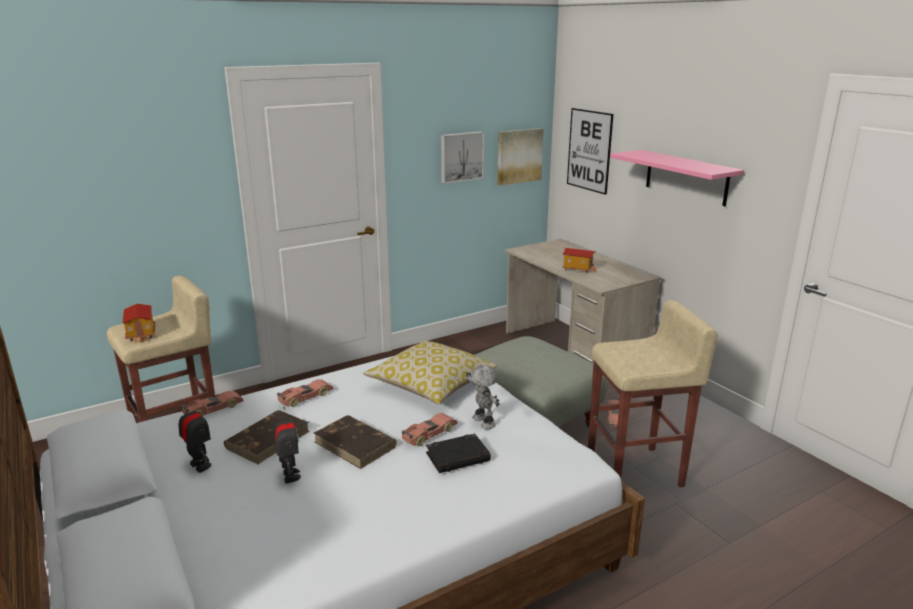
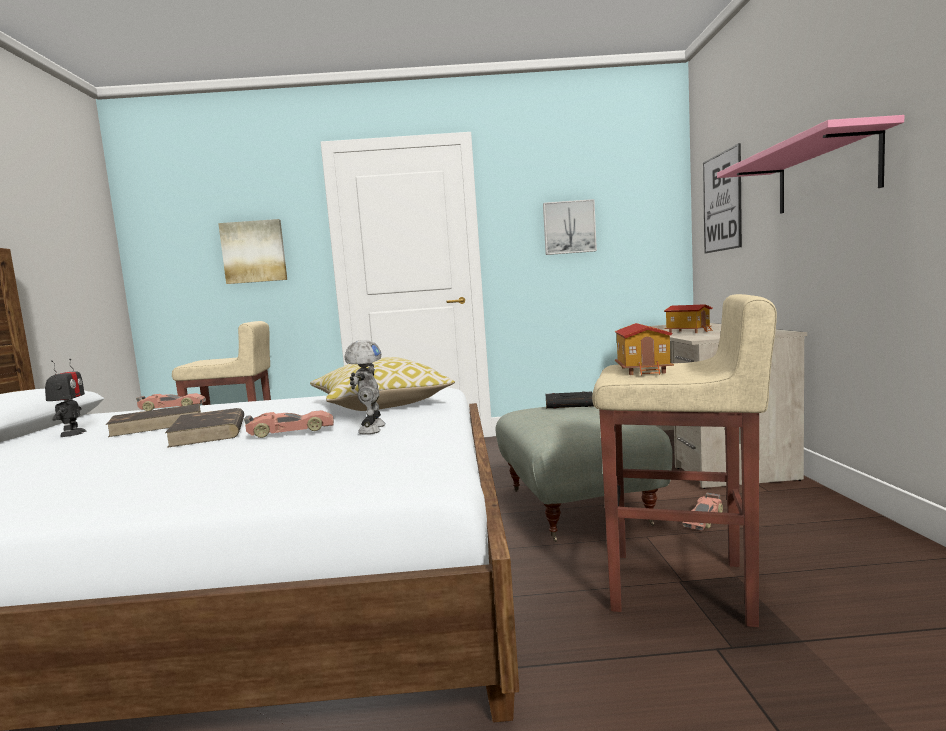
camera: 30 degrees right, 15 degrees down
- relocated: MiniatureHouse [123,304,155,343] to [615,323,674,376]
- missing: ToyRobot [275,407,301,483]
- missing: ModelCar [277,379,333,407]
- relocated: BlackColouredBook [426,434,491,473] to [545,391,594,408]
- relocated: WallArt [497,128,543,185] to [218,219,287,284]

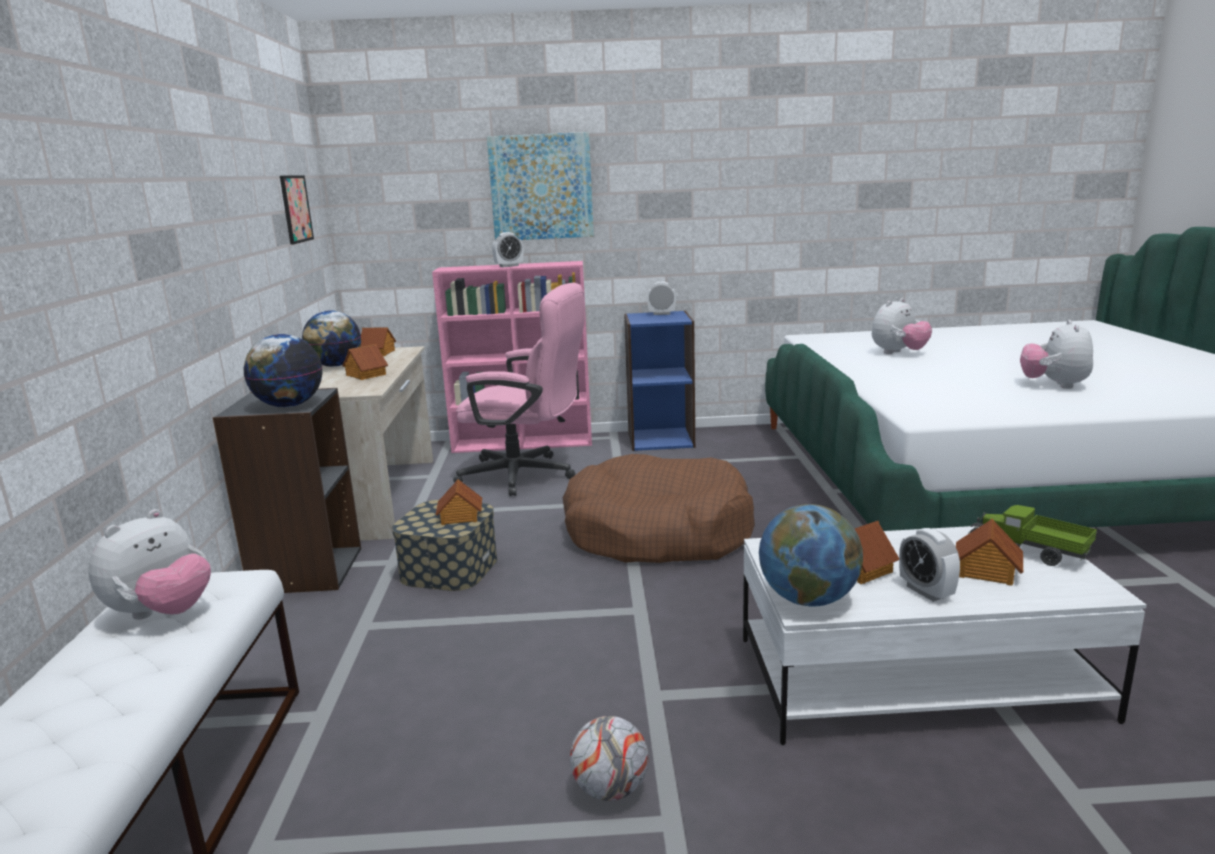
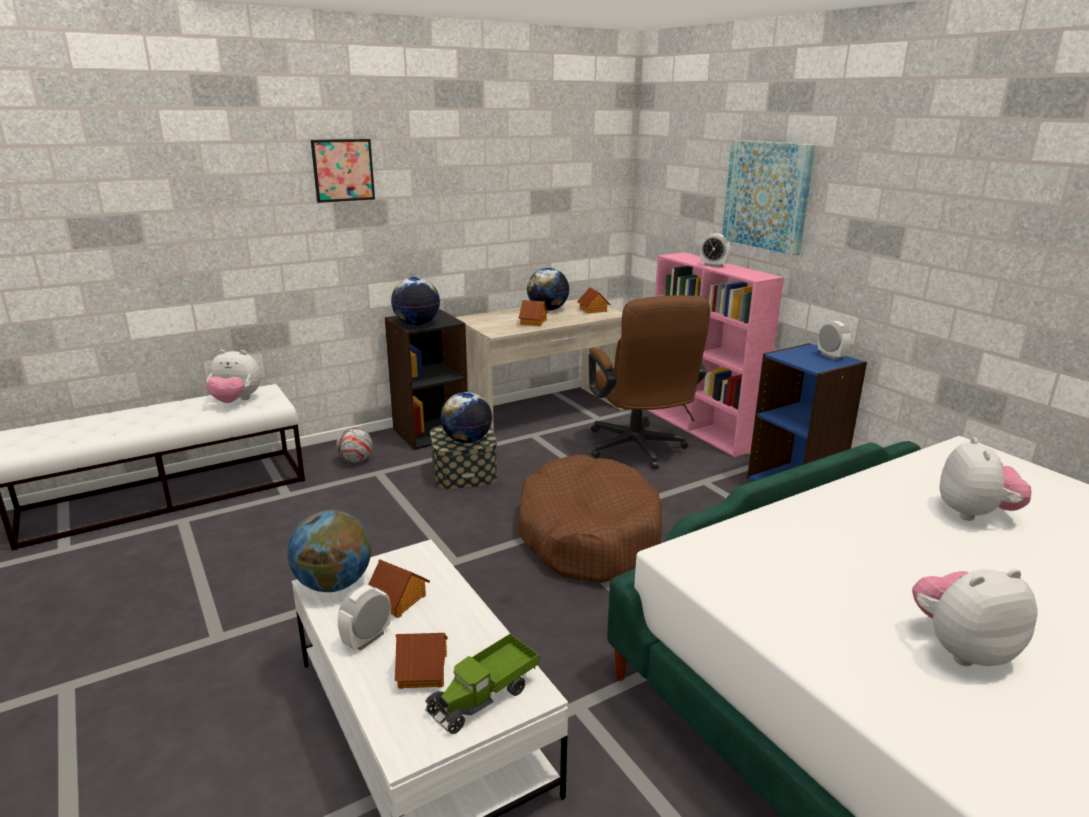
camera: 60 degrees right, 5 degrees up
- relocated: WallArt [280,175,314,245] to [311,139,375,203]
- exchanged: MiniatureHouse [436,479,482,525] to WorldGlobe [440,392,492,443]
- colour: PinkComputerChair [453,283,585,496] to BrownColouredComputerChair [589,295,710,469]
- relocated: Football [570,716,648,801] to [336,428,373,463]
- spun: CuddlyToy [872,298,932,354] = [940,437,1031,521] 105 degrees counterclockwise
- spun: ModelTruck [968,505,1097,566] = [425,634,539,734] 150 degrees counterclockwise

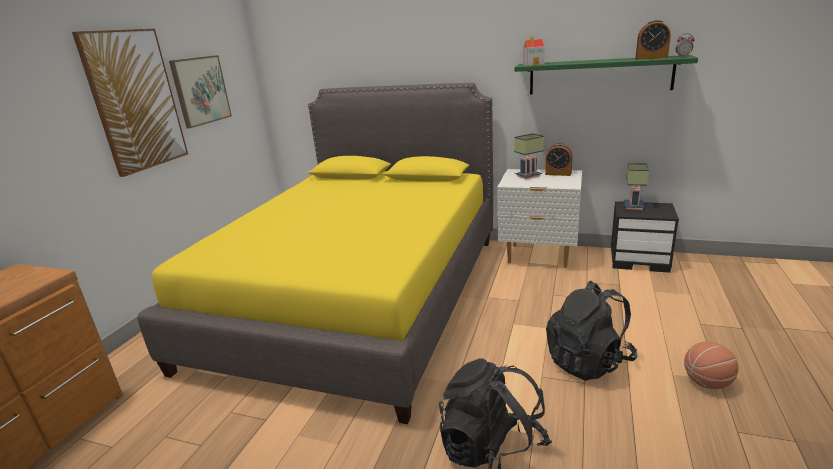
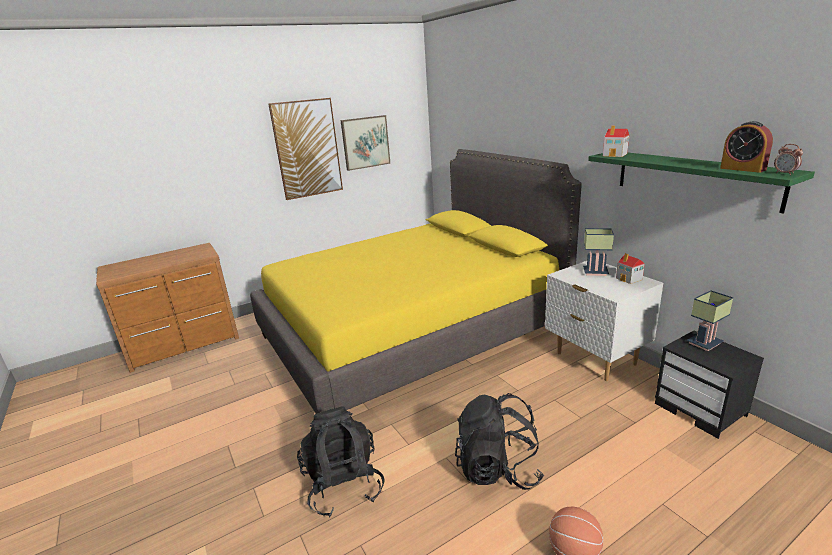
camera: 40 degrees right, 0 degrees up
- exchanged: BedsideClock [545,143,572,176] to MiniatureHouse [616,253,645,284]

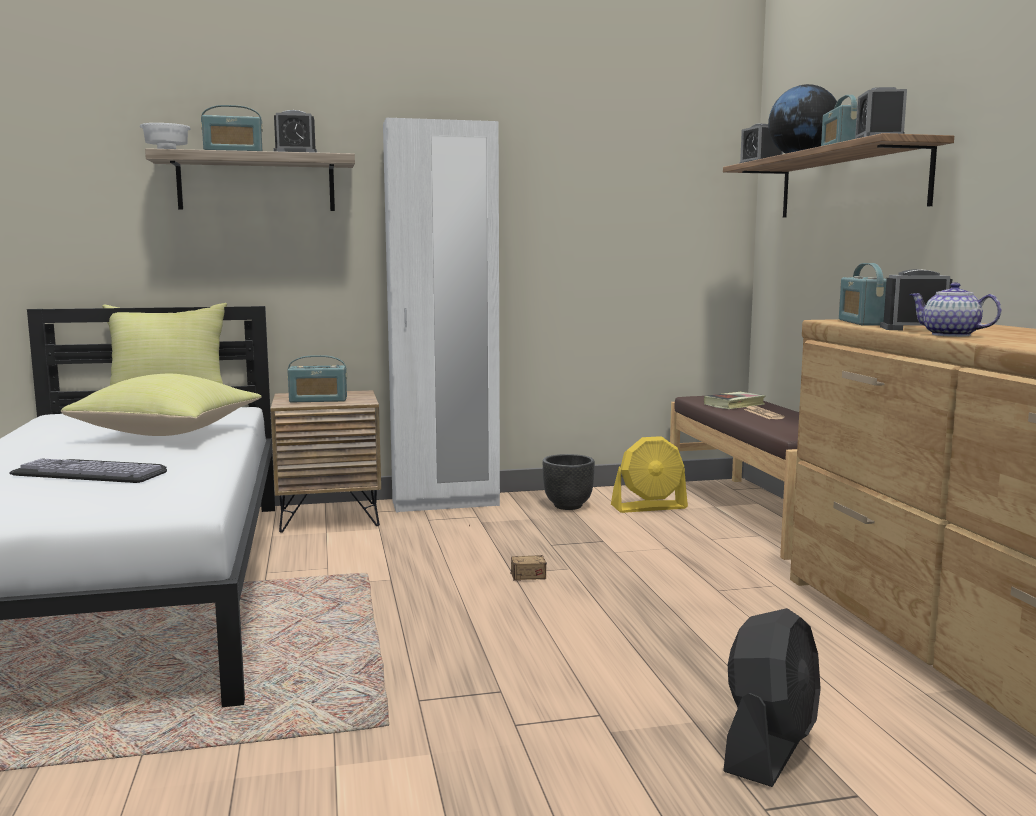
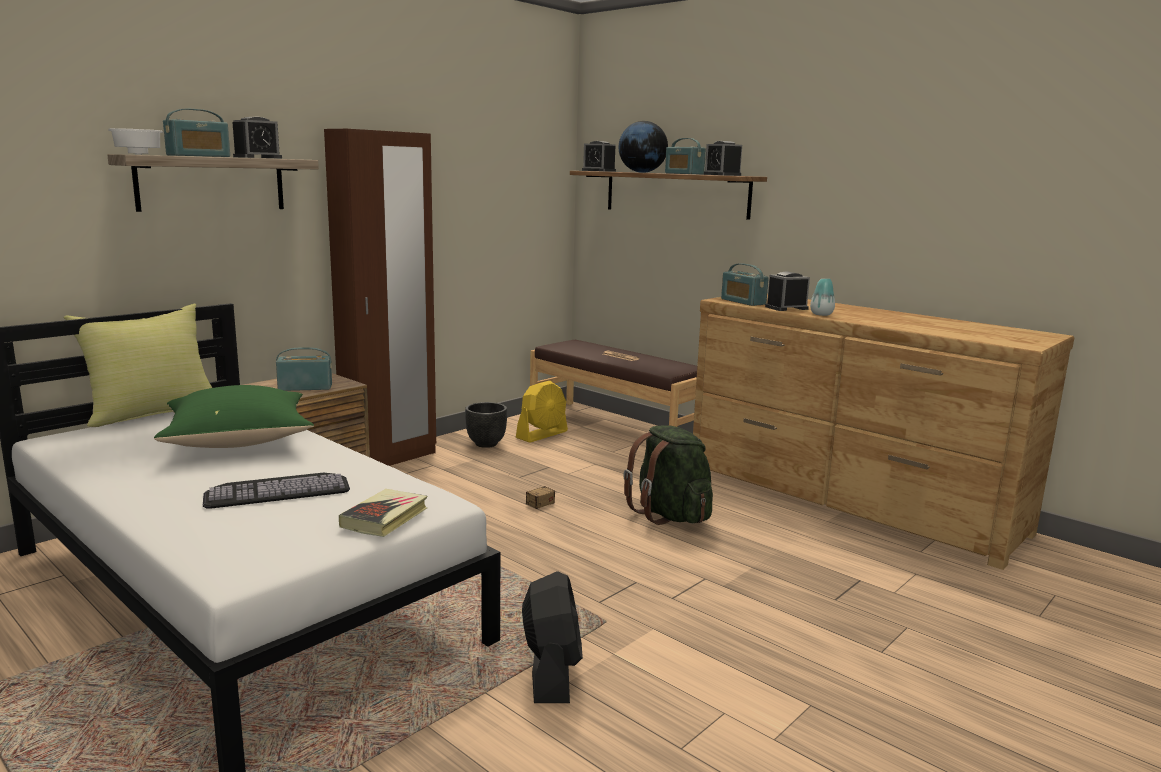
camera: 35 degrees left, 5 degrees up
- colour: YellowColouredPillow [61,374,262,436] to GreenishPillow [154,385,314,448]
- spun: Radio [287,355,347,402] = [276,347,332,391] 150 degrees counterclockwise
- colour: WhitishArmoire [383,118,500,512] to BrownColouredArmoire [324,129,436,466]
- relocated: Book [704,392,766,409] to [339,489,427,537]
- relocated: BlackColouredFan [723,608,821,787] to [522,571,583,703]
- exchanged: TeaPot [909,282,1002,337] to DecorativeVase [810,279,835,316]
- appeared: GreenishRucksack [623,425,713,525]

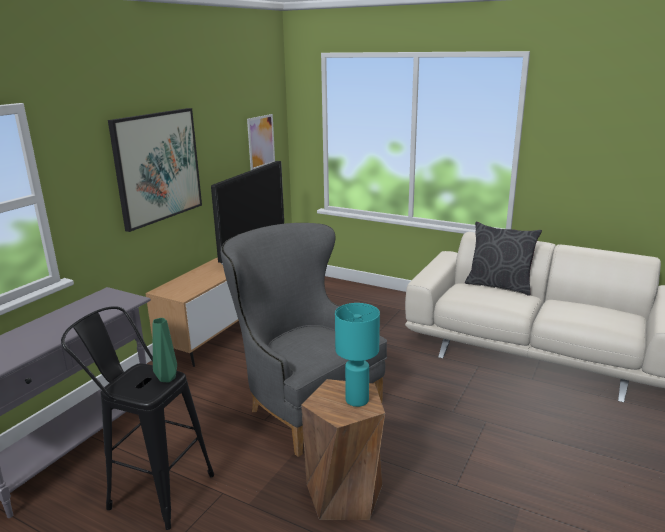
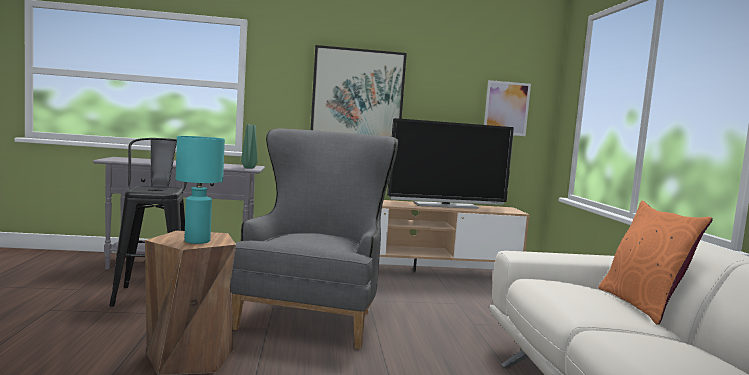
camera: 55 degrees right, 15 degrees down
- relocated: GreenishDecorativeVase [153,318,177,382] to [241,124,258,169]
- colour: GreyPillow [465,222,542,296] to OrangeColouredPillow [598,201,713,325]

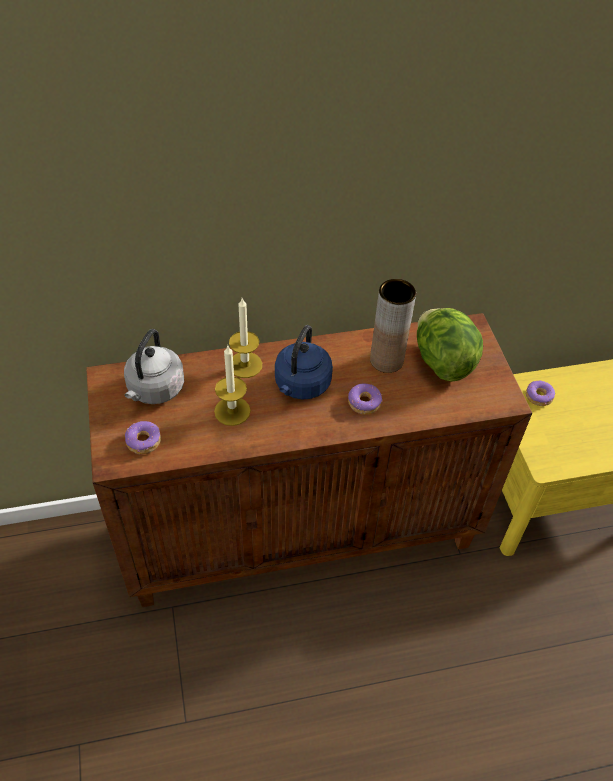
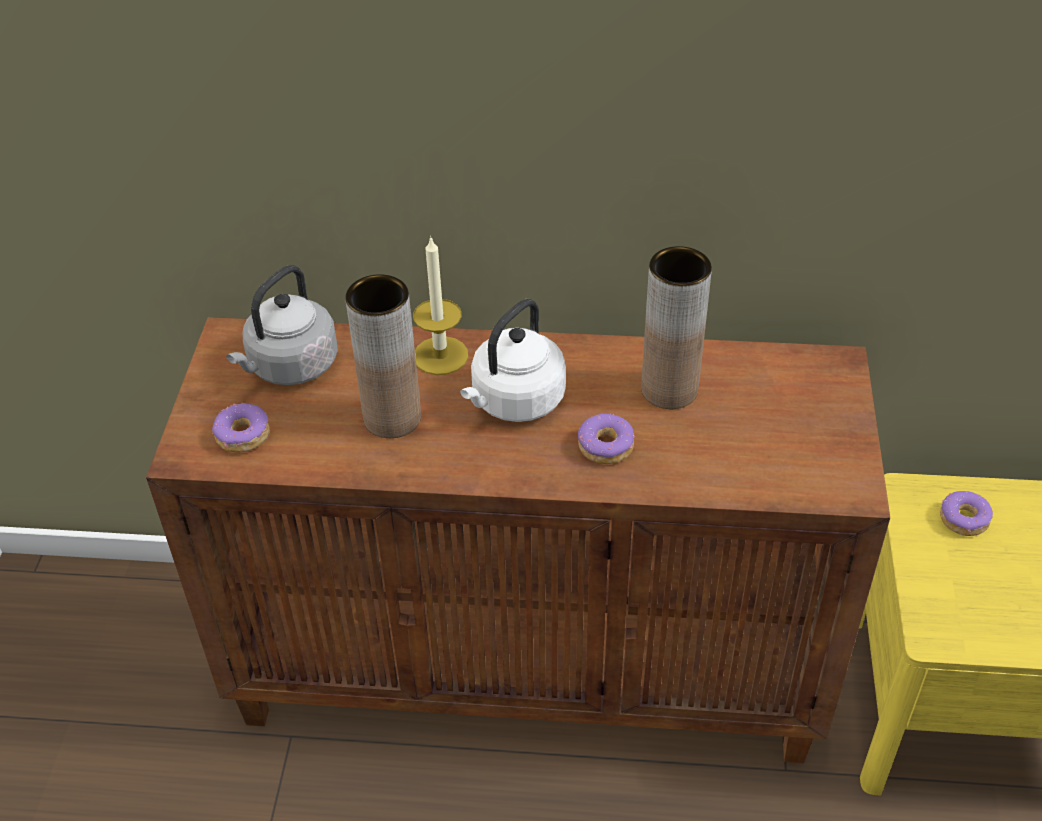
camera: 20 degrees right, 5 degrees down
- exchanged: WaxLight [214,346,251,426] to BrownColouredDecorativeVase [345,274,421,438]
- colour: BluishTeaKettle [275,325,333,399] to WhitishTeaKettle [460,299,566,422]
- missing: HeadOfLettuce [417,308,483,382]

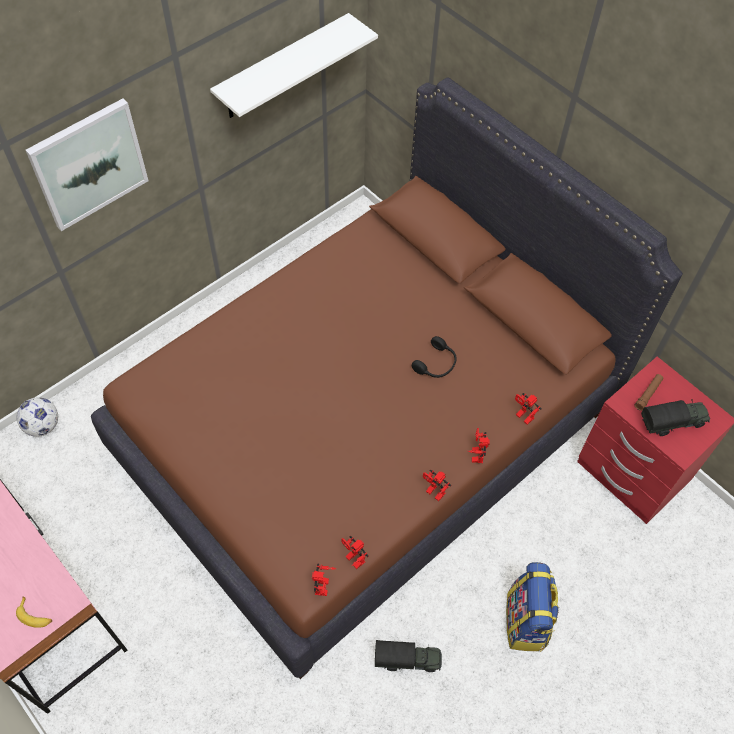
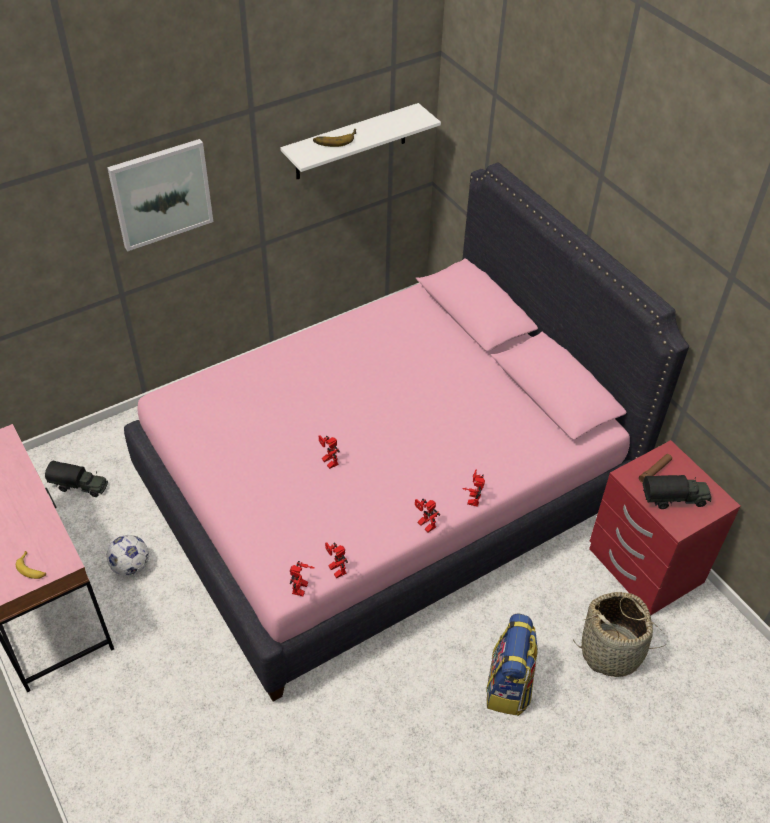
camera: 10 degrees right, 10 degrees down
- relocated: Football [17,397,58,437] to [107,535,149,576]
- colour: BrownColouredBedroomBed [91,78,683,679] to PinkBedroomBed [124,163,689,702]
- relocated: ModelTruck [375,640,442,672] to [45,461,108,497]
- missing: BlackColouredHeadphones [412,336,457,378]
- relocated: ToyRobot [515,393,542,425] to [319,435,340,469]
- appeared: Banana [313,129,356,147]
- appeared: Basket [573,592,668,677]

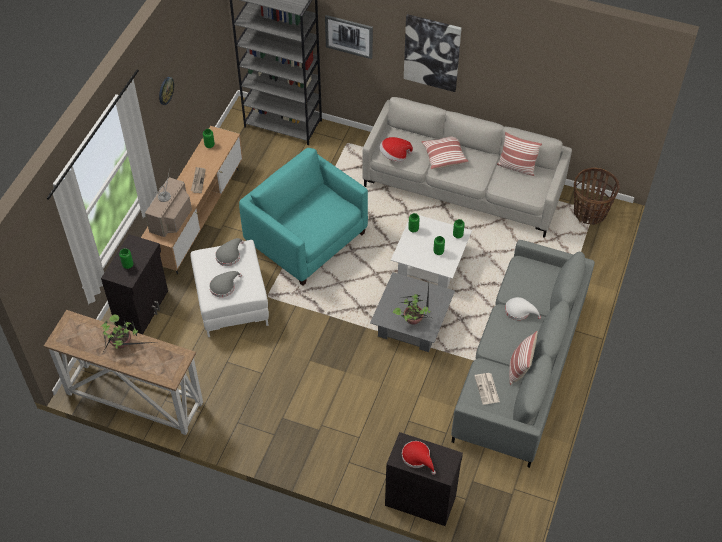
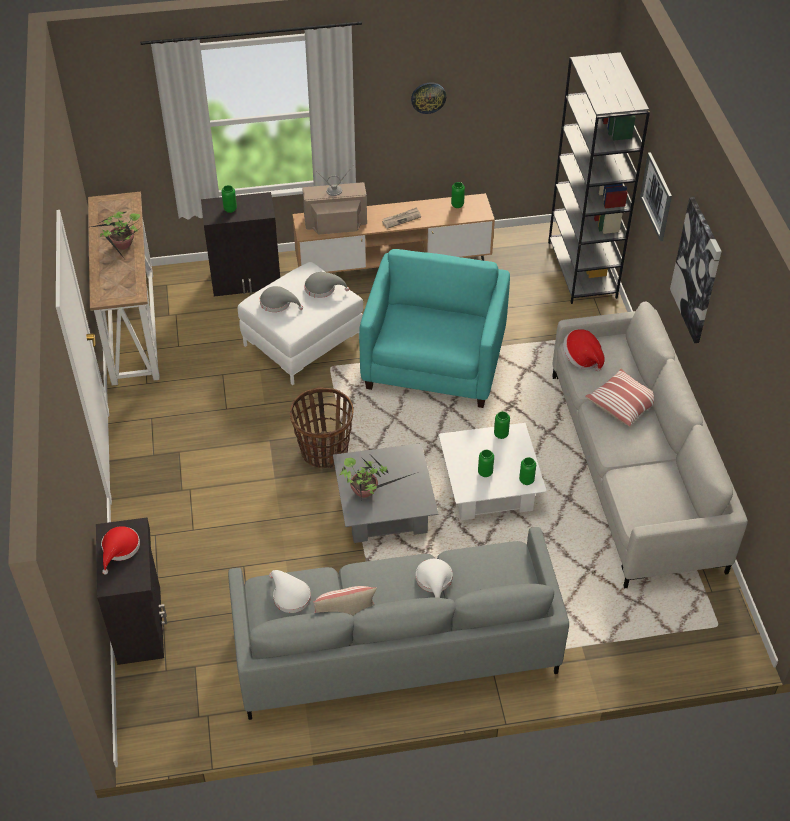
camera: 60 degrees right, 5 degrees down
- exchanged: Newspaper [474,373,500,405] to WhitishHat [269,570,311,613]
- missing: Pillow [497,132,542,176]
- relocated: Basket [574,168,620,225] to [290,387,354,468]

